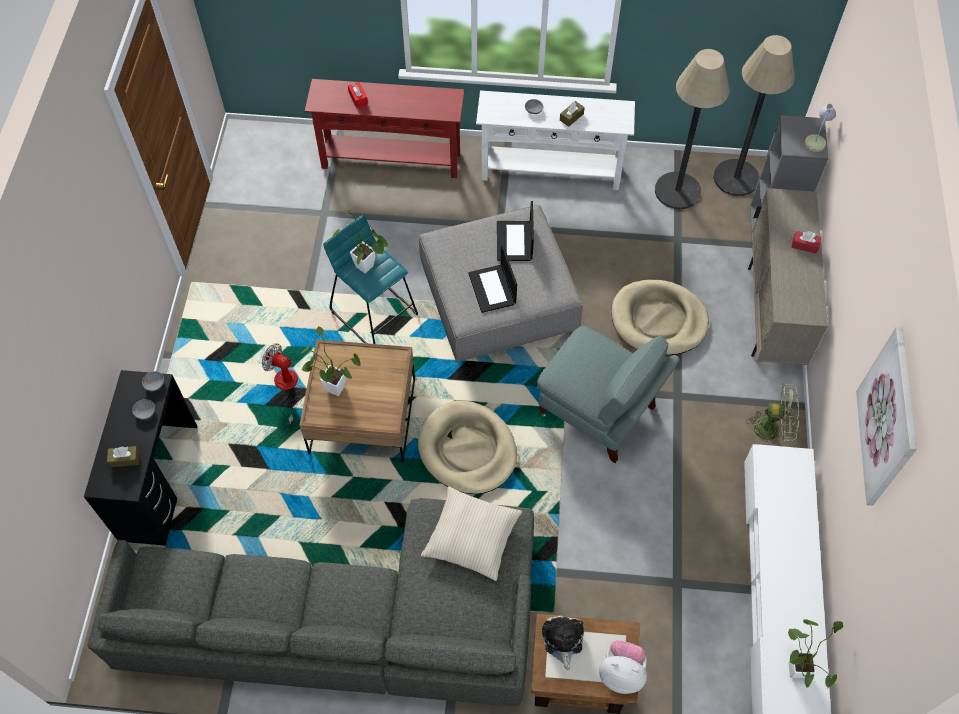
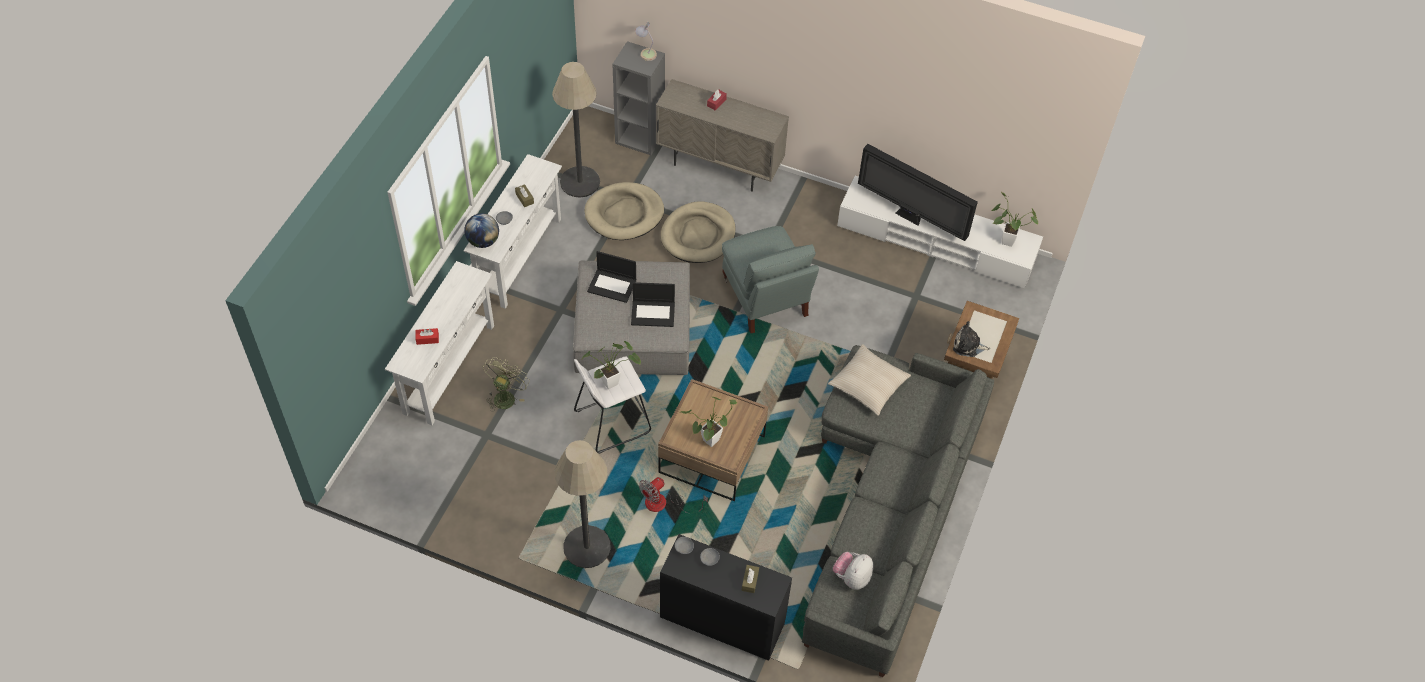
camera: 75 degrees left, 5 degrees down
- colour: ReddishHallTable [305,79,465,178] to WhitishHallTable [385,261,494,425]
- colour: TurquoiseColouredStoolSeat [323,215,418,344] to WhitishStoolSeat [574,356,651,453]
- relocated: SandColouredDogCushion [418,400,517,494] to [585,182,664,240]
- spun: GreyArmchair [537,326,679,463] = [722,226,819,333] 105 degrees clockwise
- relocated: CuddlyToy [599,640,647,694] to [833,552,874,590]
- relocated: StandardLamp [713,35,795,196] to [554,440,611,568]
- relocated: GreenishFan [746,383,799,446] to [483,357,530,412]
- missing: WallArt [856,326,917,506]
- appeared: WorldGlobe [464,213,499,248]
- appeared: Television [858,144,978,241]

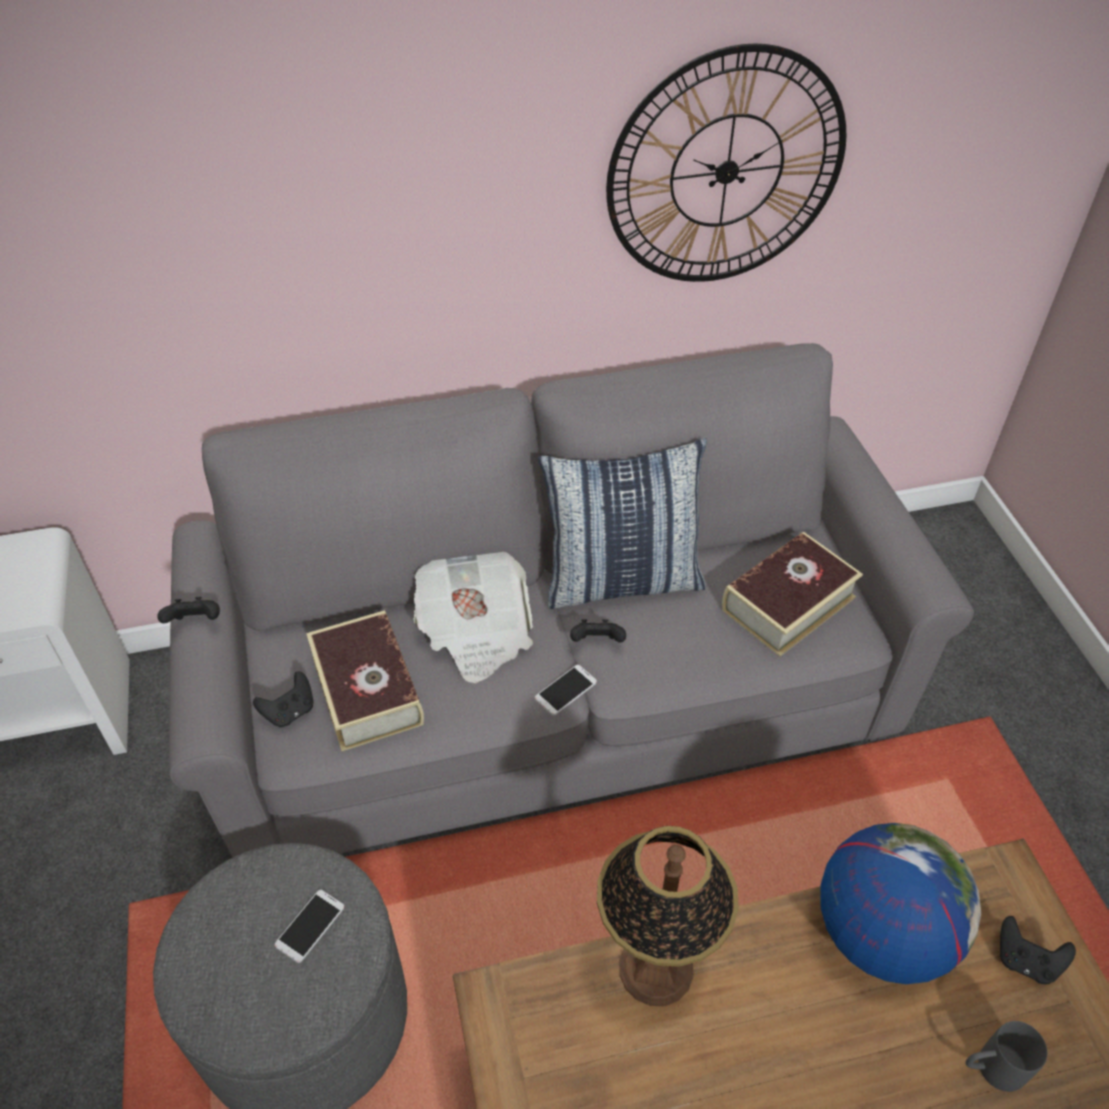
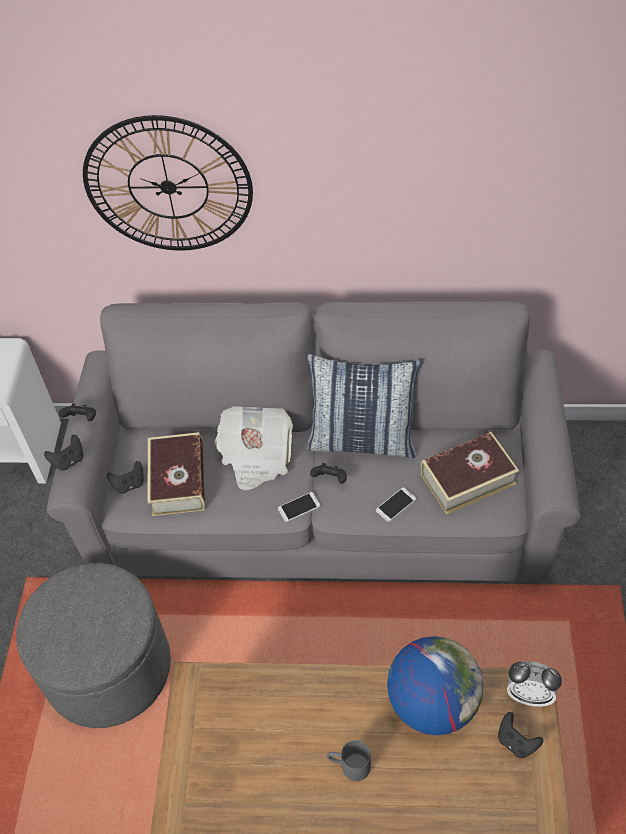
camera: 20 degrees right, 5 degrees up
- relocated: Handset [275,890,344,963] to [376,487,416,522]
- missing: LampForATable [597,826,739,1006]
- relocated: HangingClock [606,44,846,282] to [83,115,253,251]
- relocated: GreyTeaMug [966,1021,1047,1092] to [327,740,371,781]
- appeared: BlackColouredJoypad [44,435,84,471]
- appeared: BedsideClock [507,661,562,707]

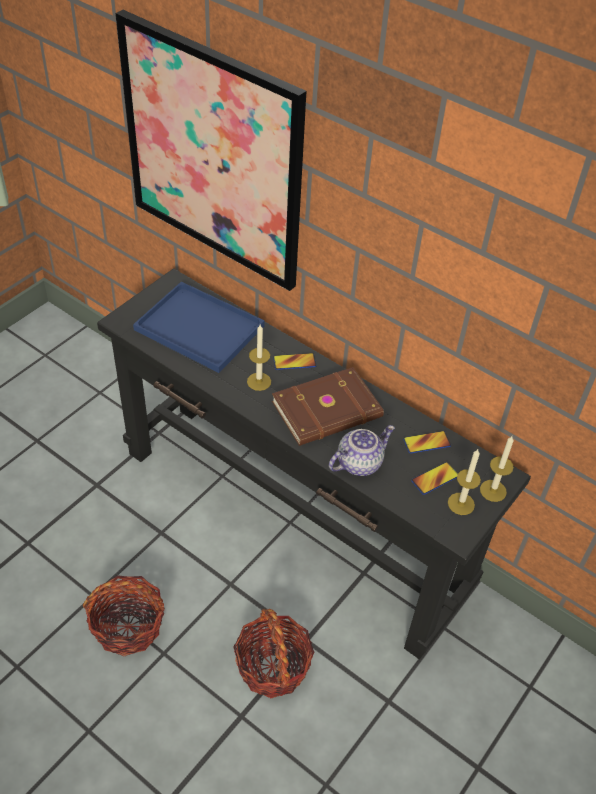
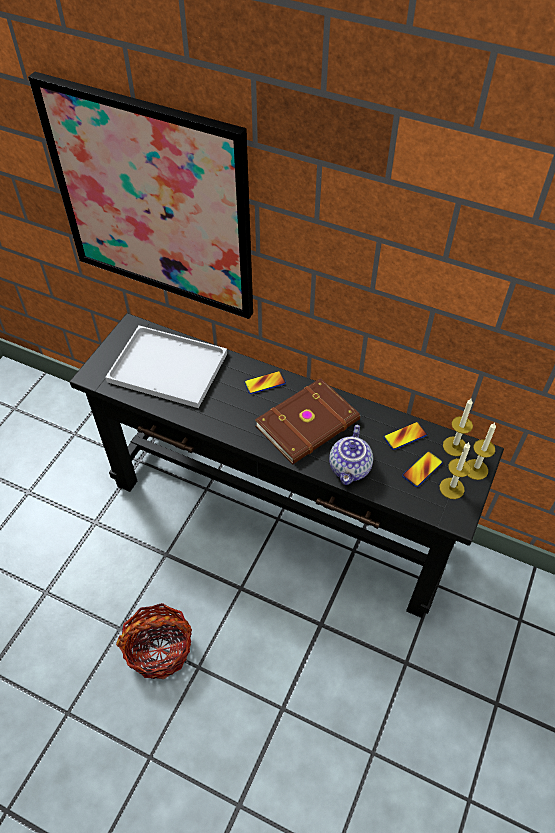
camera: 10 degrees left, 5 degrees up
- colour: BluishCarryingTray [133,282,264,373] to WhitishCarryingTray [105,325,227,408]
- missing: Basket [233,609,315,698]
- relocated: WaxLight [247,325,271,391] to [443,399,473,456]
- spun: TeaPot [329,425,395,476] = [329,425,373,485] 150 degrees clockwise

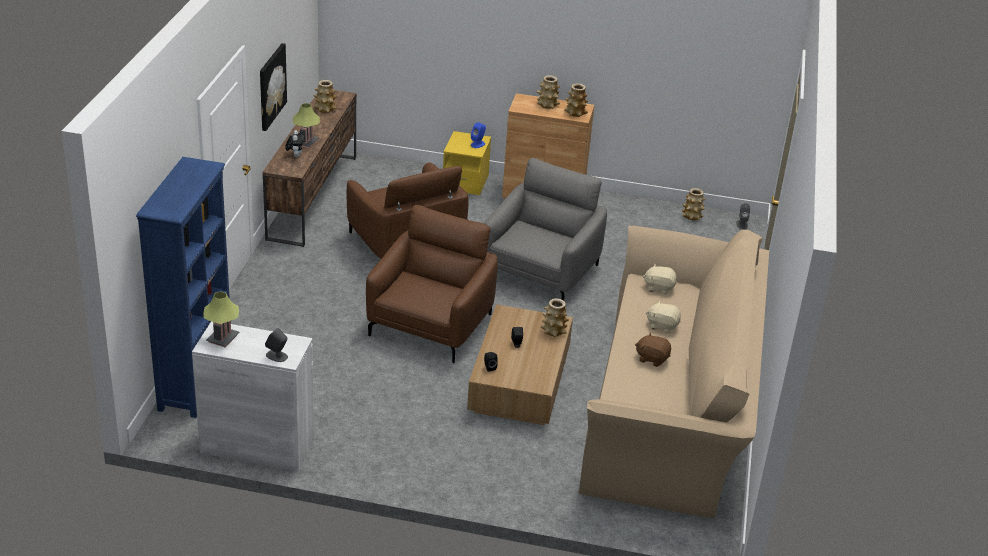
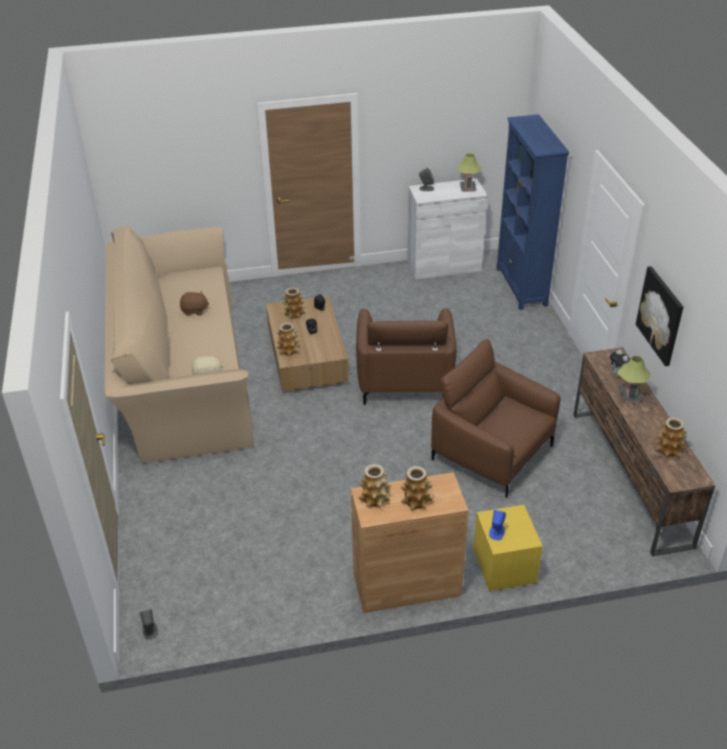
camera: 160 degrees right, 5 degrees up
- missing: GreyArmchair [484,158,607,301]
- missing: SandColouredCuddlyToy [646,300,681,333]
- relocated: DecorativeVase [682,188,705,220] to [282,287,305,319]

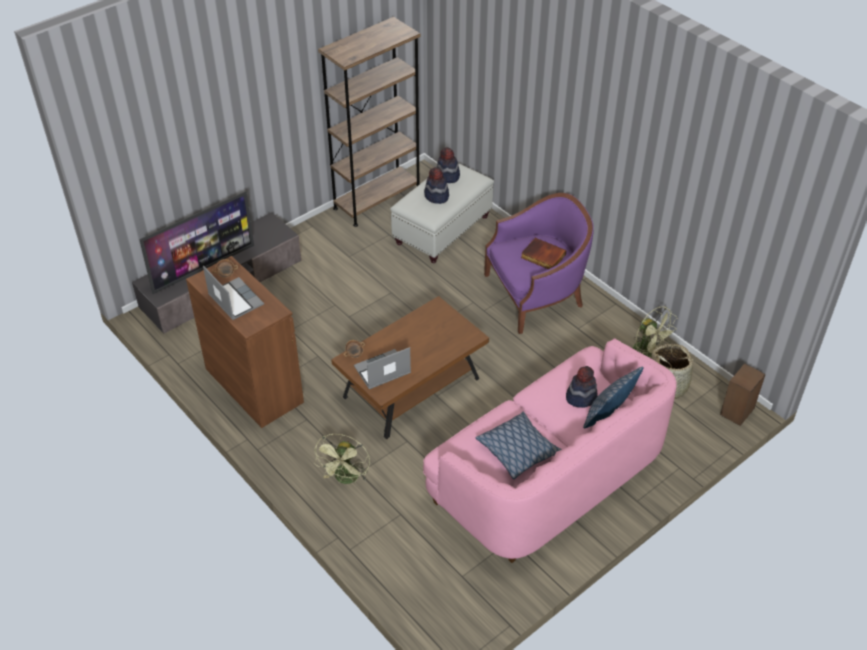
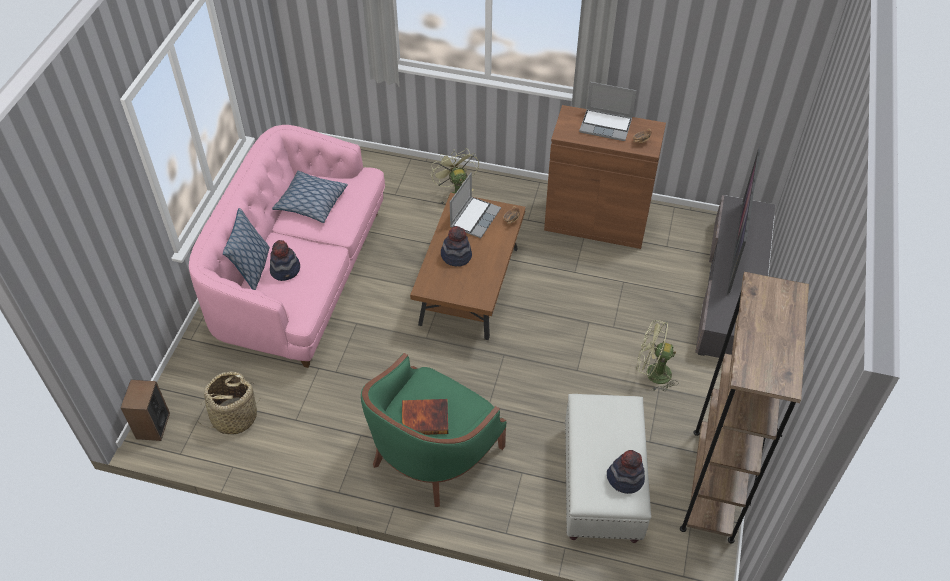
camera: 145 degrees right, 5 degrees up
- relocated: Hat [424,167,449,204] to [441,226,472,267]
- colour: PurpleArmchair [484,193,594,334] to GreenishArmchair [361,353,507,507]
- relocated: GreenishFan [633,306,677,358] to [637,320,679,392]

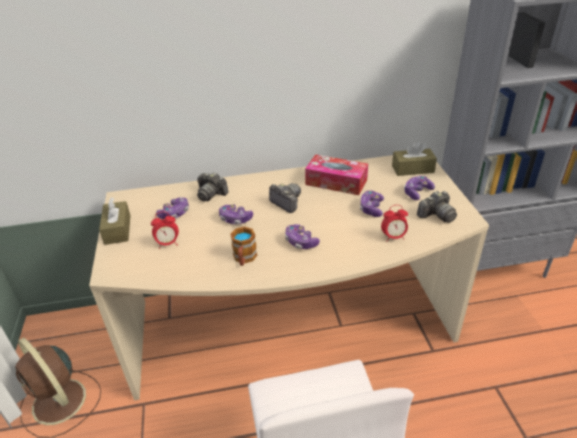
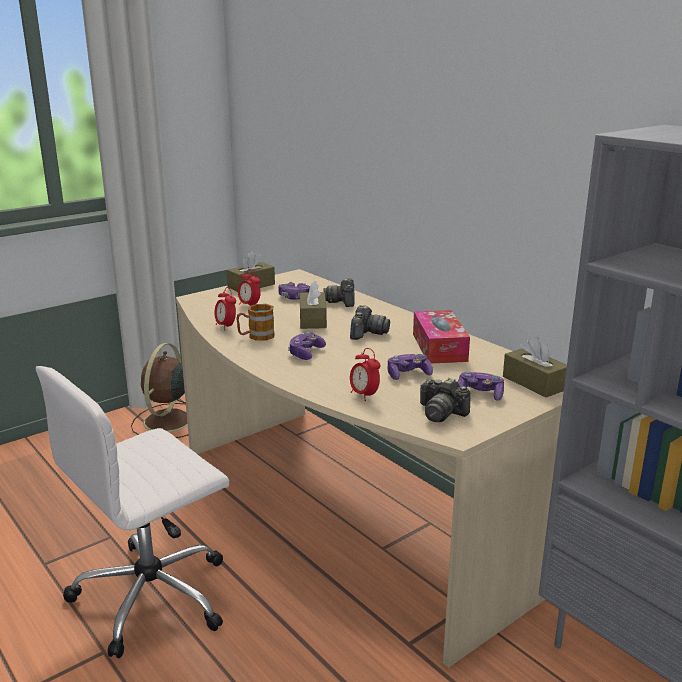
camera: 60 degrees right, 15 degrees down
- exchanged: Joypad [219,204,253,224] to BrownColouredBoxOfTissues [300,280,327,329]
- appeared: BedsideClock [215,287,236,331]

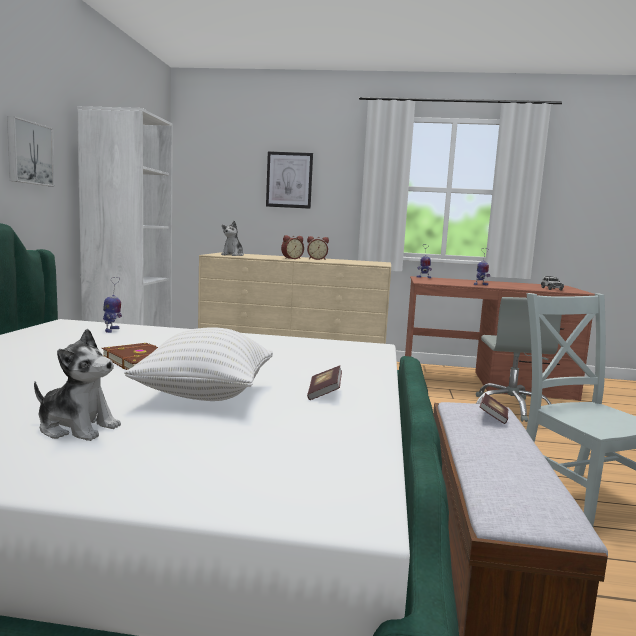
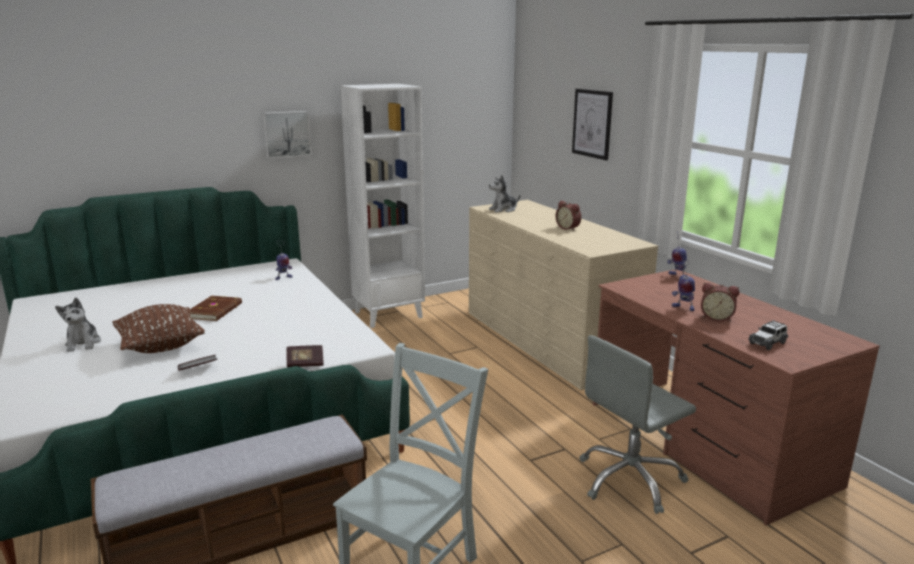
camera: 55 degrees right, 10 degrees up
- colour: WhitishPillow [124,327,273,401] to BrownColouredPillow [112,304,205,353]
- relocated: BedsideClock [281,235,304,259] to [701,283,740,322]
- relocated: Book [480,393,508,424] to [286,345,324,367]

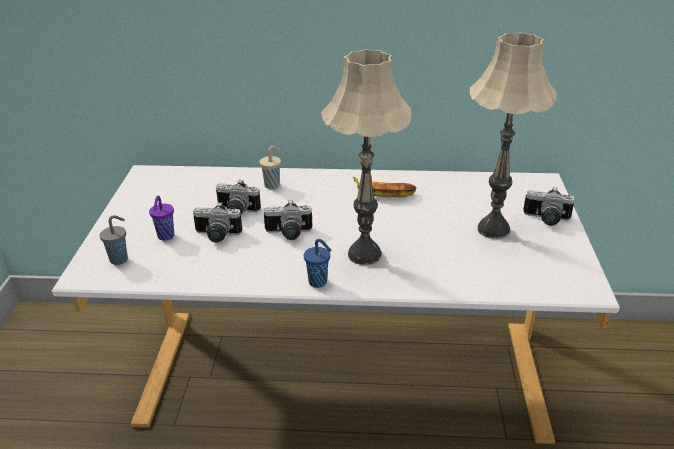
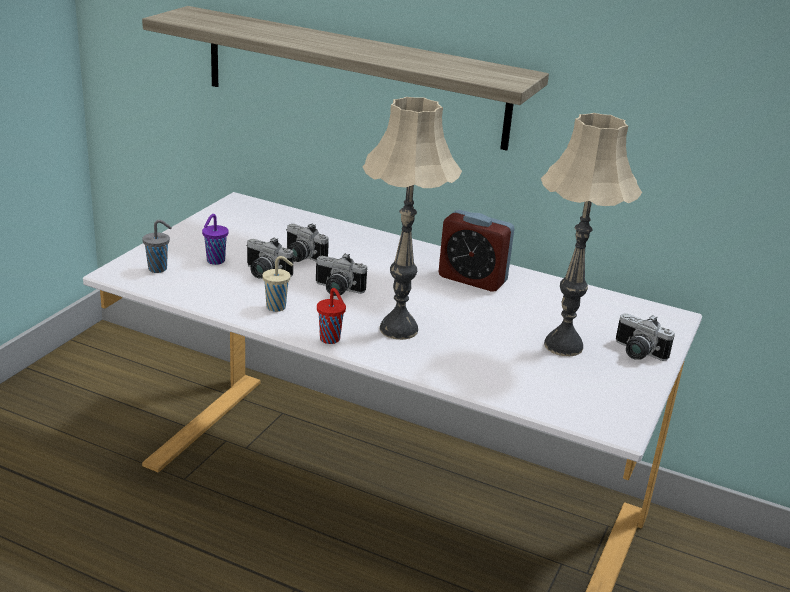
camera: 20 degrees right, 5 degrees down
- relocated: SandColouredDrinkingCup [260,146,281,189] to [262,256,293,312]
- colour: BluishDrinkingCup [304,239,331,288] to ReddishDrinkingCup [317,288,346,344]
- exchanged: Banana [353,177,417,197] to BedsideClock [439,210,514,292]
- appeared: WallShelf [142,6,549,151]

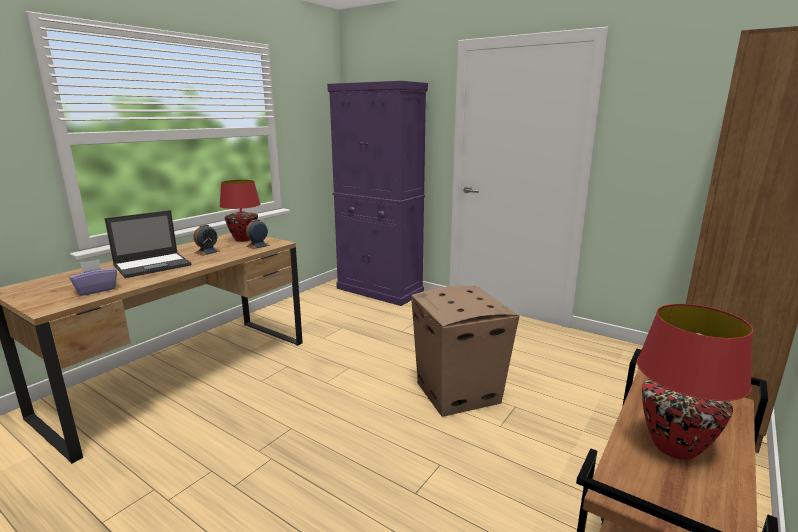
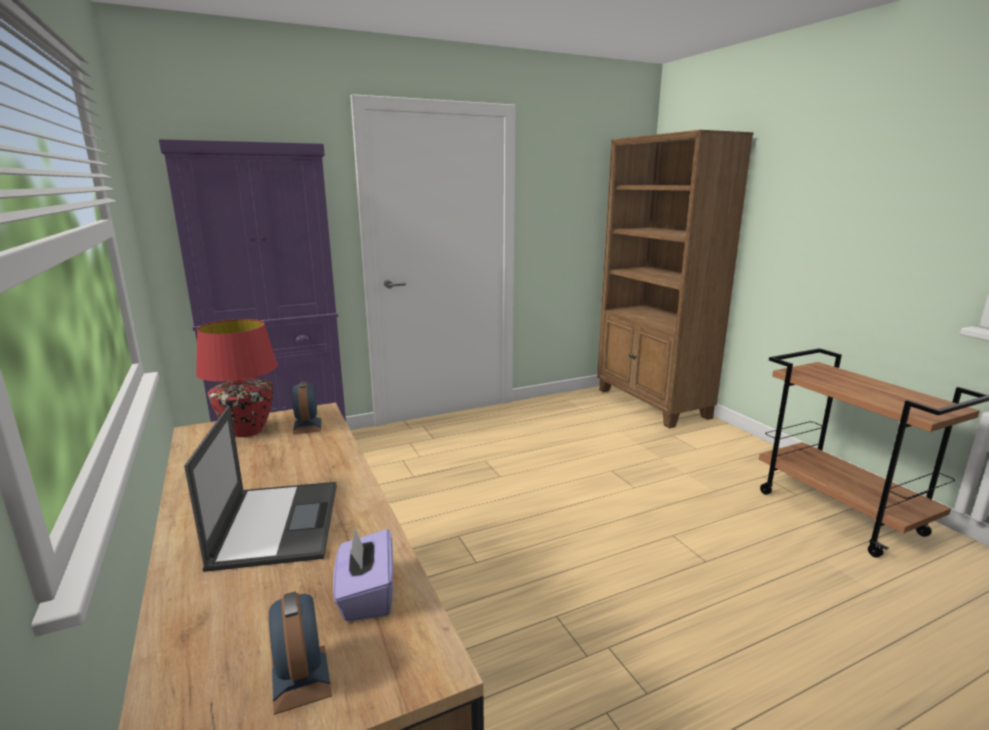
camera: 60 degrees left, 0 degrees up
- relocated: BedsideClock [194,225,220,256] to [269,592,332,715]
- missing: CardboardBox [411,286,519,417]
- missing: ReddishLampForATable [637,304,753,460]

